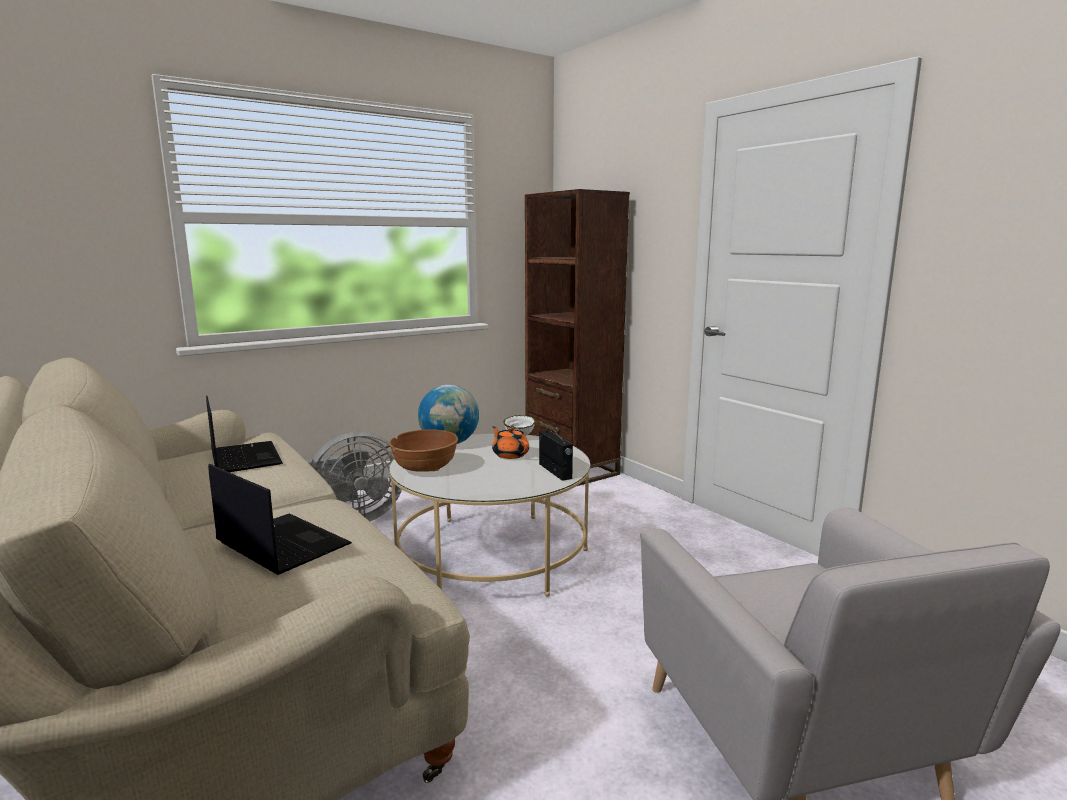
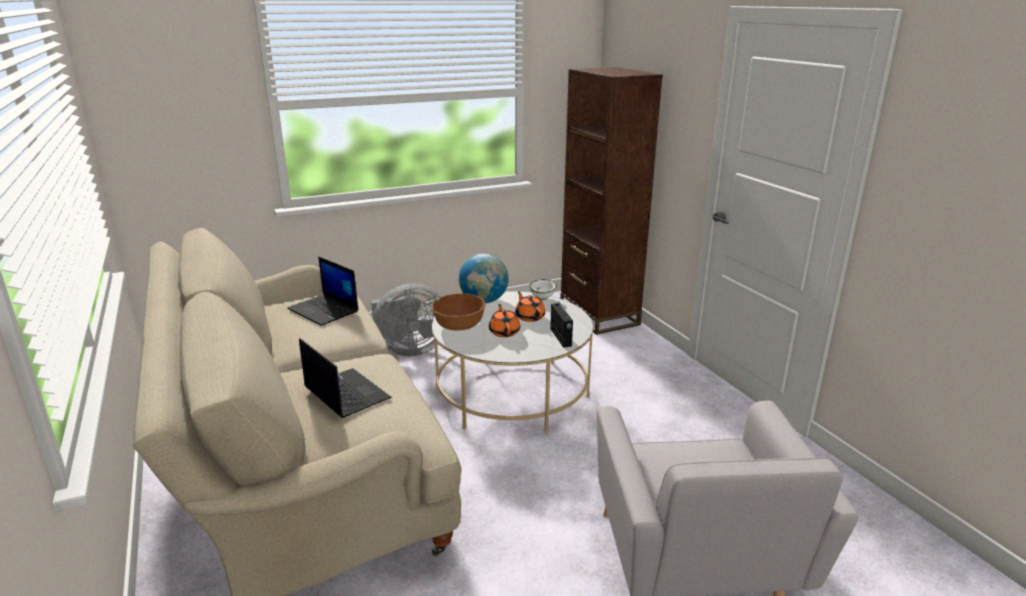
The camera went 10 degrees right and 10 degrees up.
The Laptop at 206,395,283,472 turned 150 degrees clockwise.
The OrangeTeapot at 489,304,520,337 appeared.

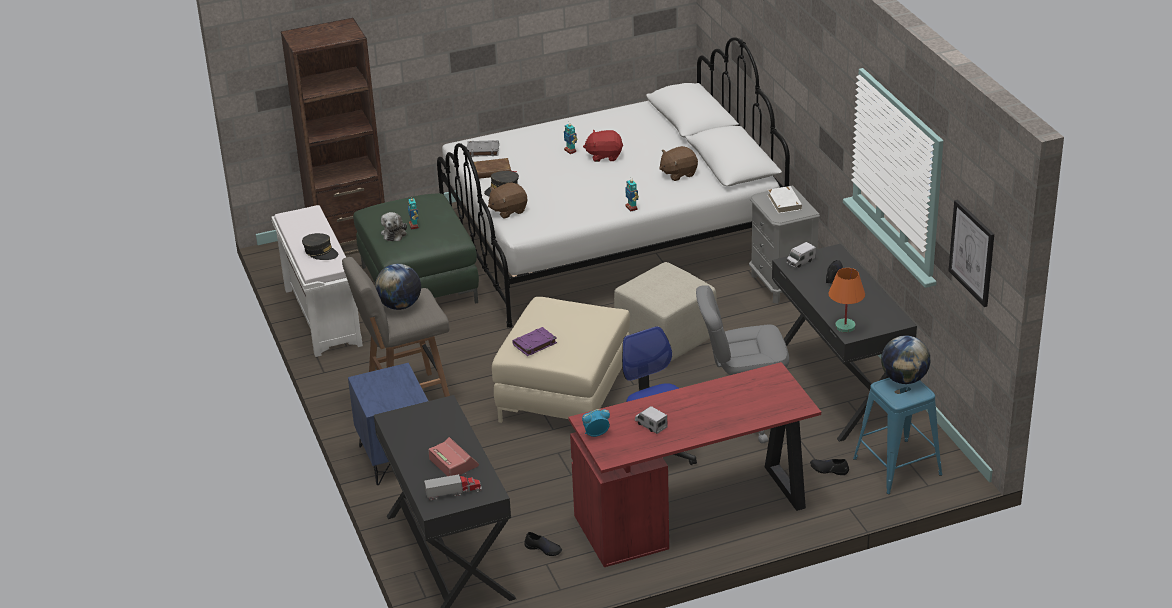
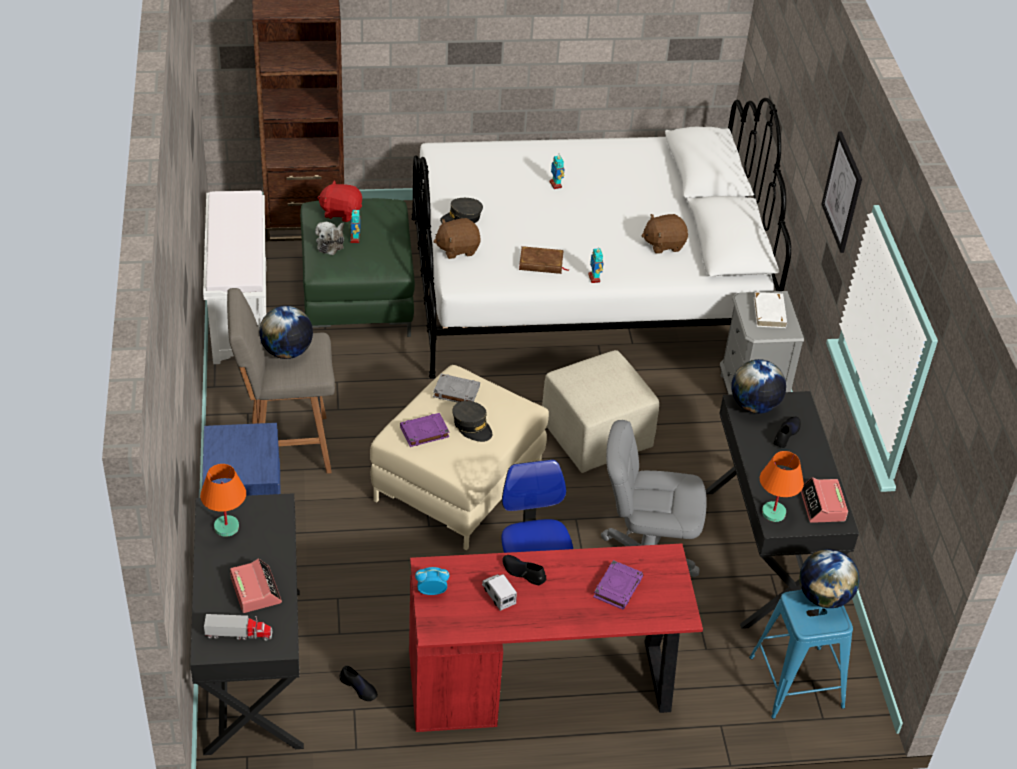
The camera went 10 degrees right and 10 degrees up.
The OrangeTableLamp at 200,464,246,537 appeared.
The RedPlushToy moved from 583,130,623,162 to 317,180,362,222.
The GreyBook moved from 467,140,499,157 to 433,374,480,403.
The GreyCap moved from 302,233,338,260 to 452,401,492,442.
The BlackShoe moved from 810,459,849,475 to 503,555,546,585.
The BrownBook moved from 474,158,517,179 to 519,246,569,274.
The PurpleBook at 593,560,643,610 appeared.
The ToyTruck at 786,242,816,268 was replaced by the Globe at 731,359,786,414.
The AlarmClock at 801,477,848,523 appeared.
The Picture moved from 948,200,994,307 to 821,131,862,253.

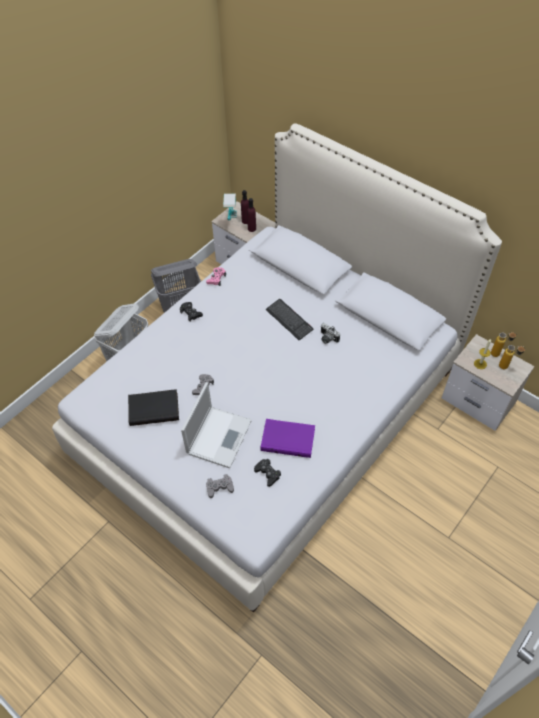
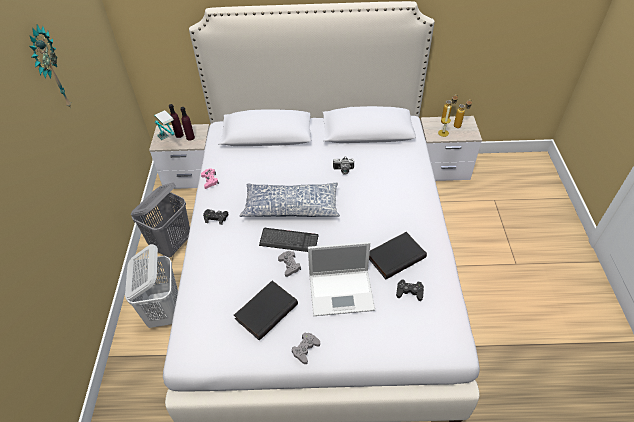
The camera went 40 degrees left and 5 degrees down.
The WallClock at 29,24,71,108 appeared.
The Pillow at 239,183,340,217 appeared.
The Keyboard moved from 266,299,313,341 to 259,228,318,252.
The GreyGameController moved from 206,474,234,498 to 292,333,320,364.
The Laptop at 181,382,252,468 turned 105 degrees clockwise.
The PurpleBook at 261,419,315,458 became the BlackBook at 369,232,427,280.

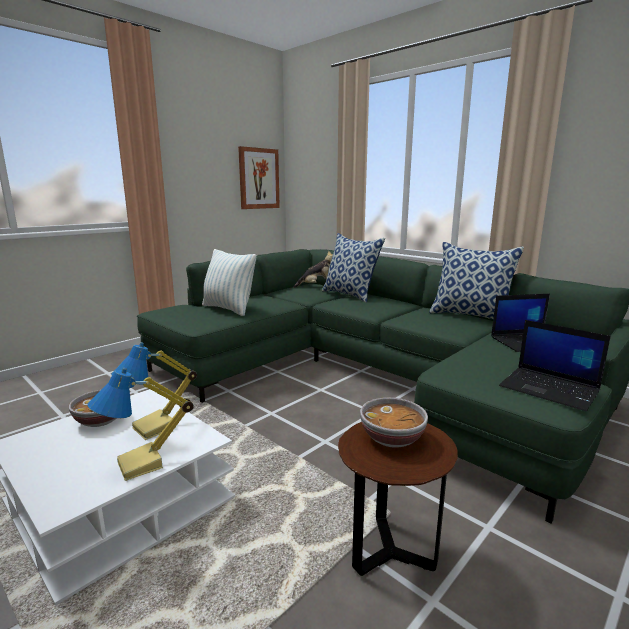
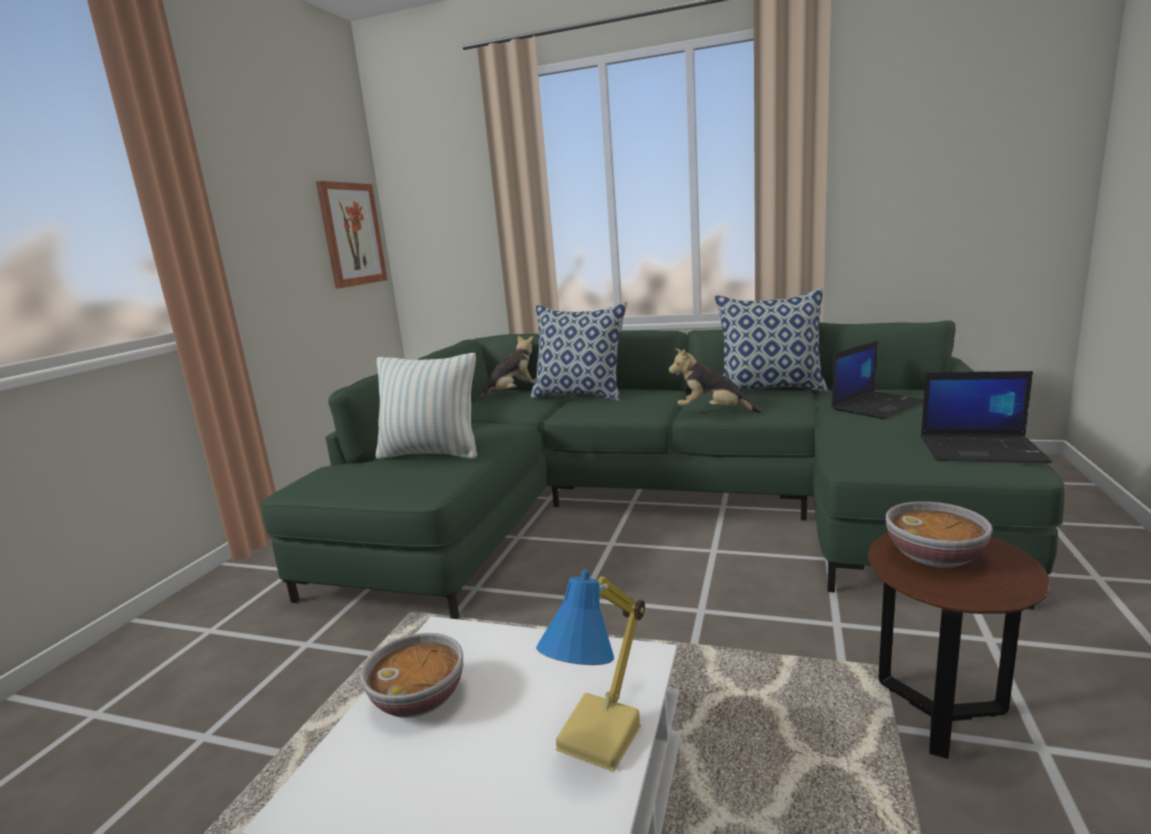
The camera went 25 degrees left and 0 degrees up.
The PlushToy at 668,348,762,413 appeared.
The TableLamp at 111,342,197,440 disappeared.

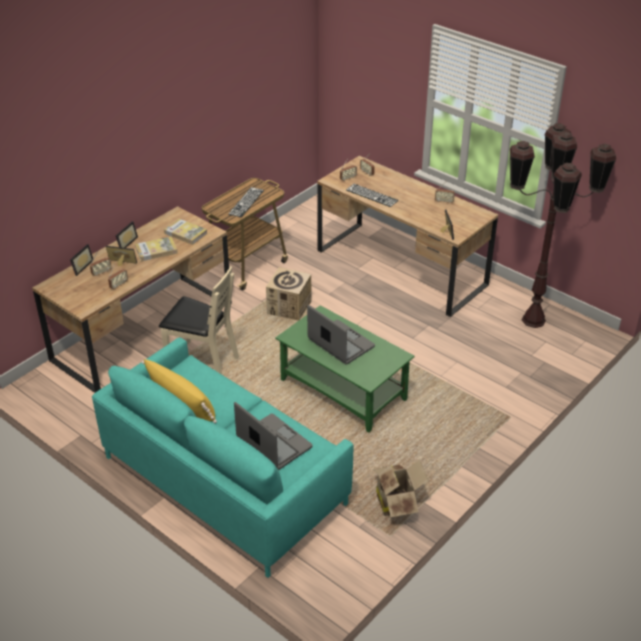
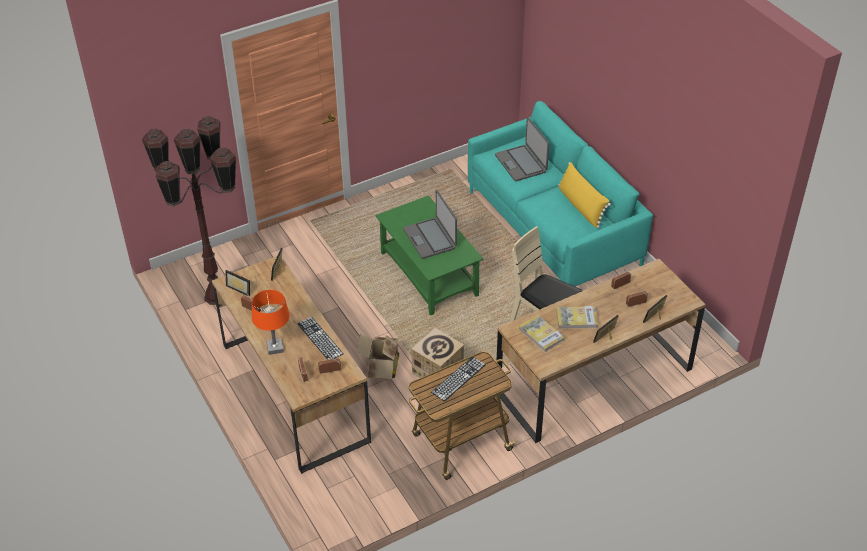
The camera went 160 degrees left and 5 degrees up.
The PictureFrame moved from 106,246,137,266 to 225,270,250,297.
The OrangeTableLamp at 252,290,290,355 appeared.
The CardboardBox moved from 373,460,429,517 to 357,333,399,379.

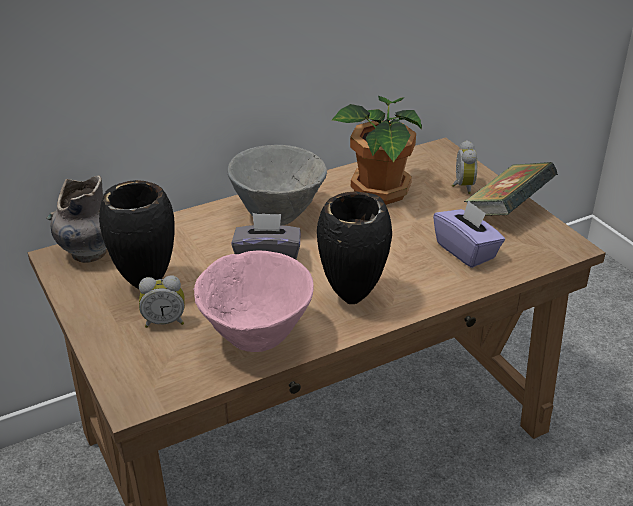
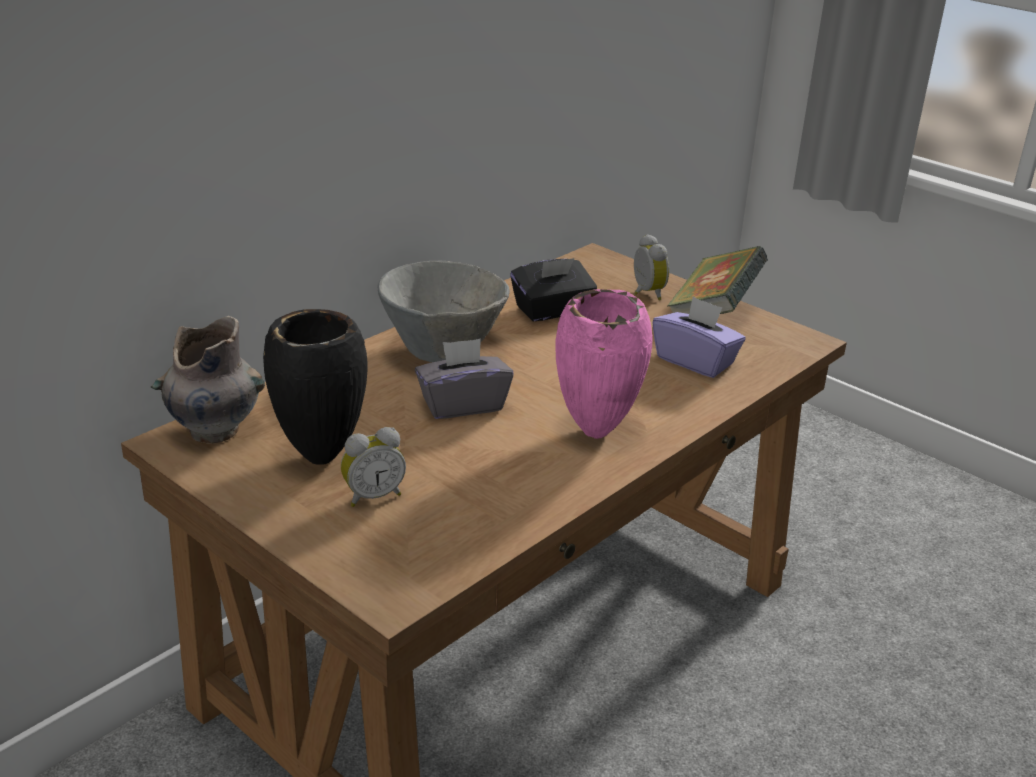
The camera went 20 degrees left and 5 degrees down.
The PottedPlant at 332,96,422,205 was replaced by the BlackTissueBox at 510,258,597,321.
The BlackVase at 317,191,392,304 became the PinkVase at 555,289,652,439.
The PinkBowl at 193,250,314,352 disappeared.

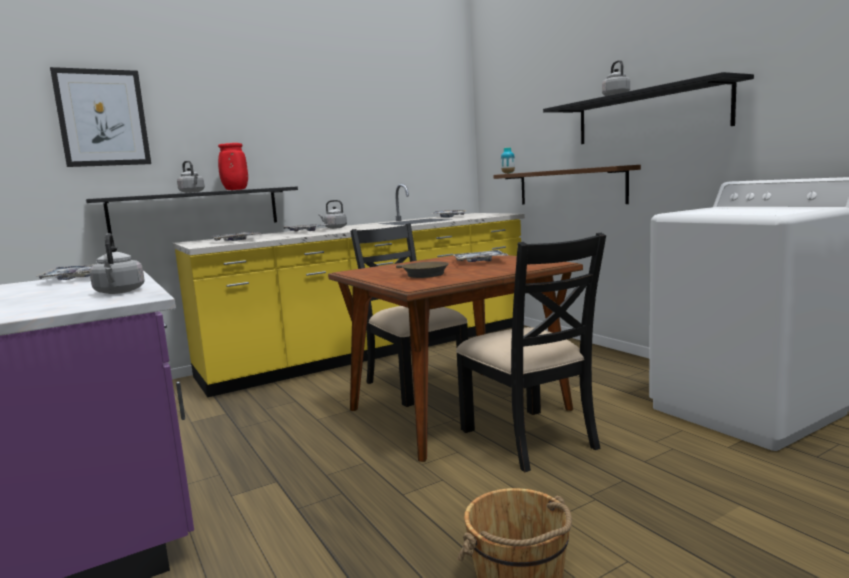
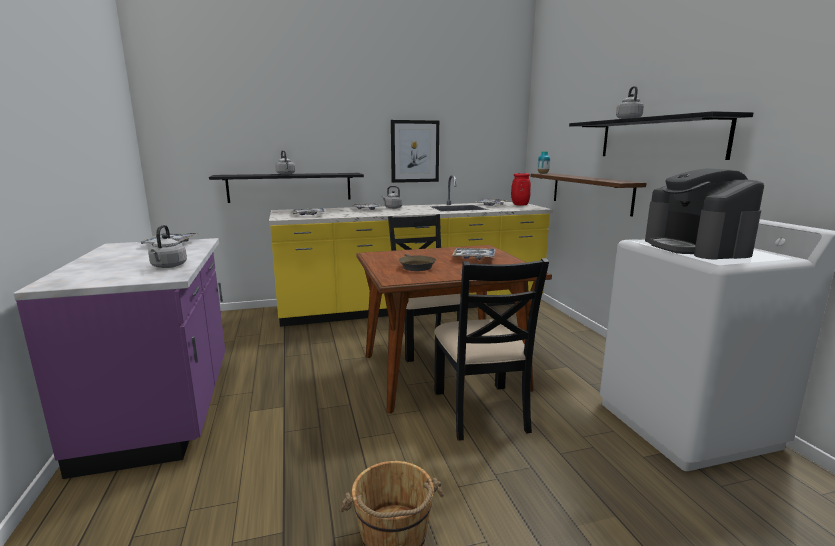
The camera went 15 degrees right and 5 degrees up.
The Picture moved from 50,67,151,167 to 391,120,439,183.
The RedVase moved from 218,143,248,190 to 511,173,531,205.
The CoffeeMachine at 645,168,764,259 appeared.

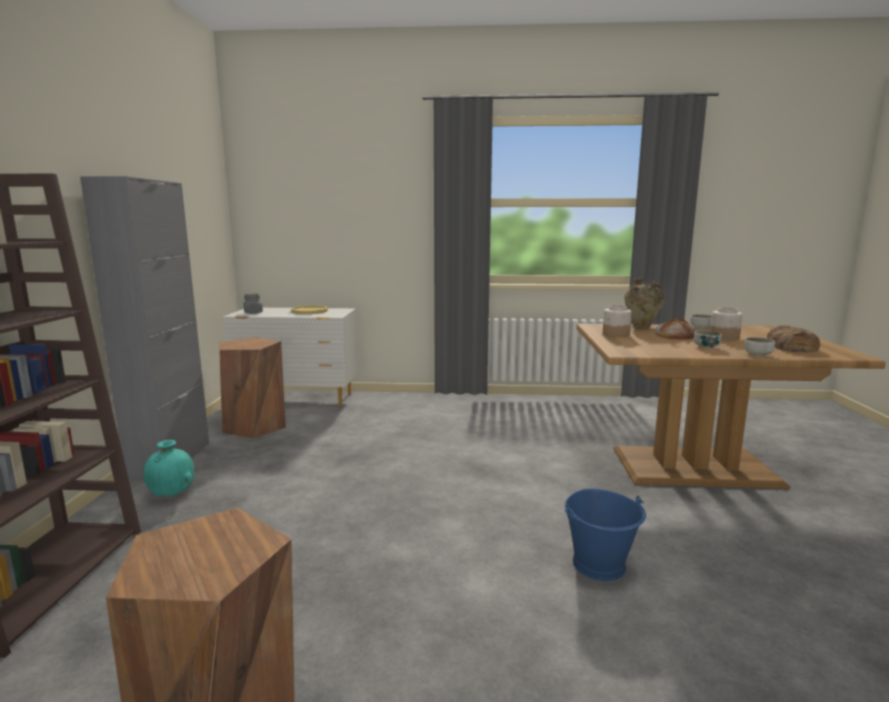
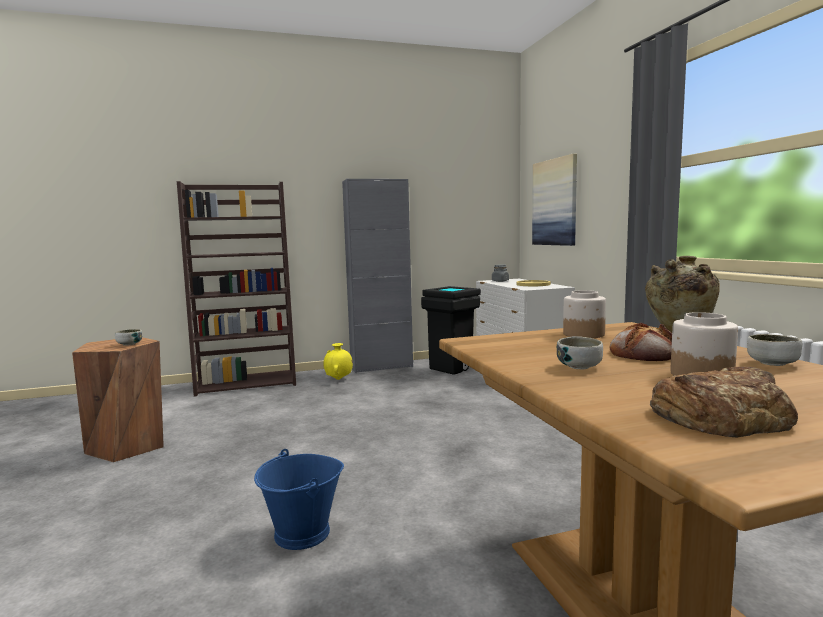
The camera went 70 degrees right and 5 degrees down.
The Bowl moved from 744,337,775,356 to 115,329,142,346.
The TurquoiseVase at 143,440,194,497 became the YellowVase at 323,343,353,380.
The BrownStool at 219,337,286,439 was replaced by the BlackTrashCan at 421,286,481,375.
The Picture at 532,154,577,246 appeared.

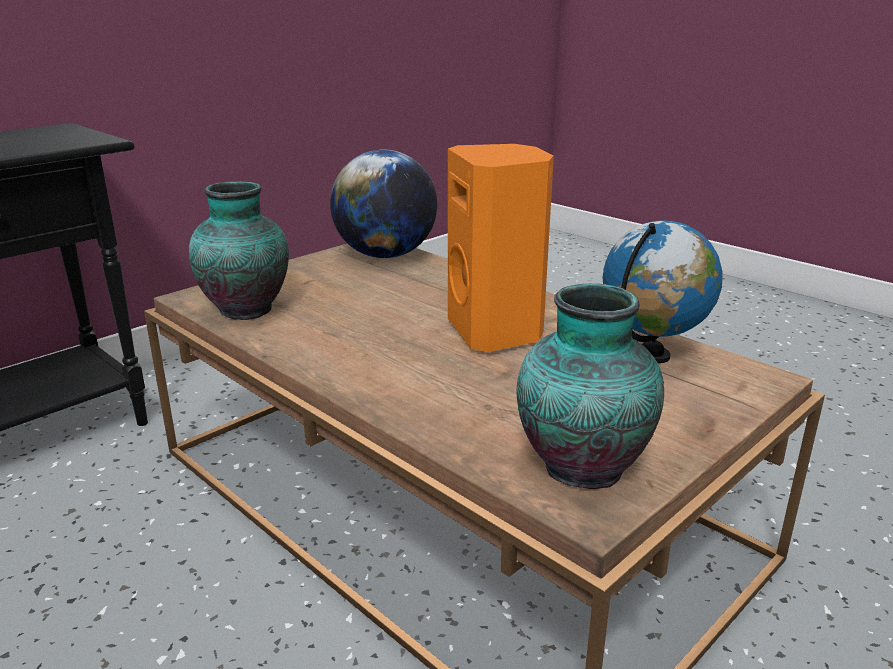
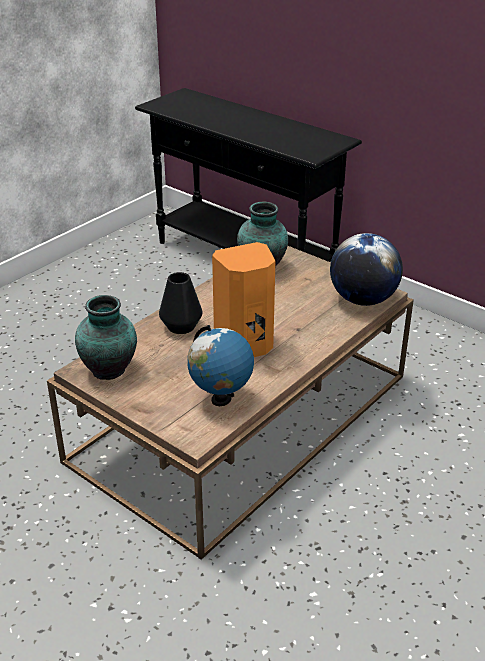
The camera went 85 degrees right and 10 degrees up.
The BlackVase at 159,272,202,334 appeared.

